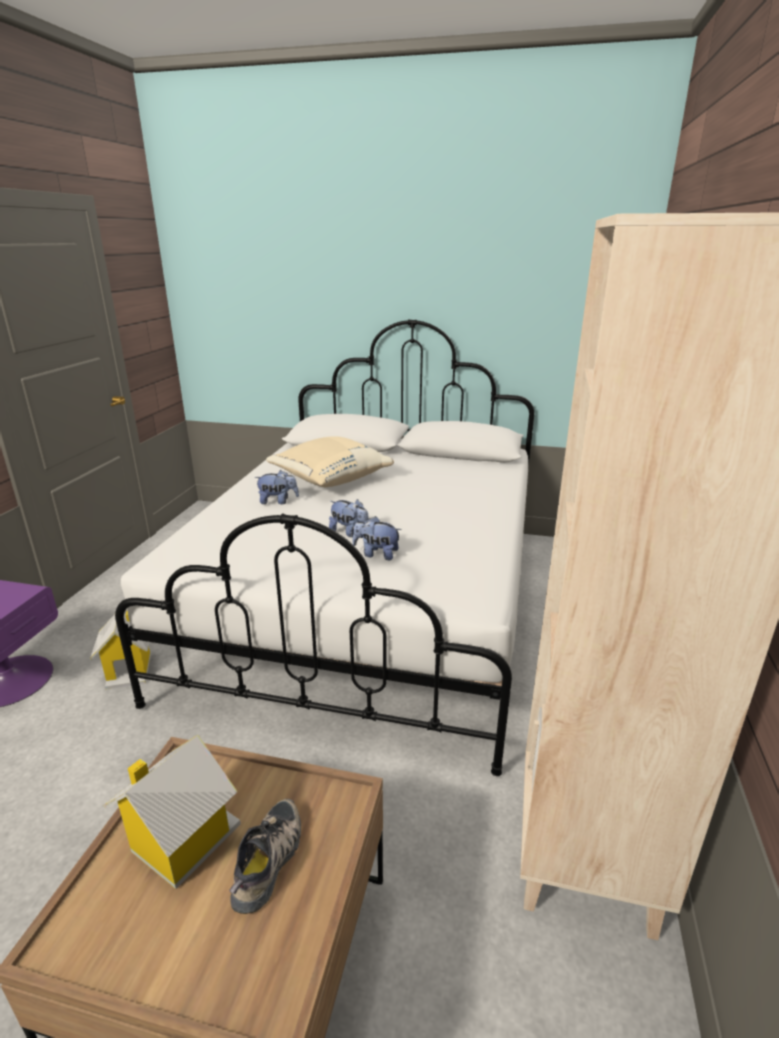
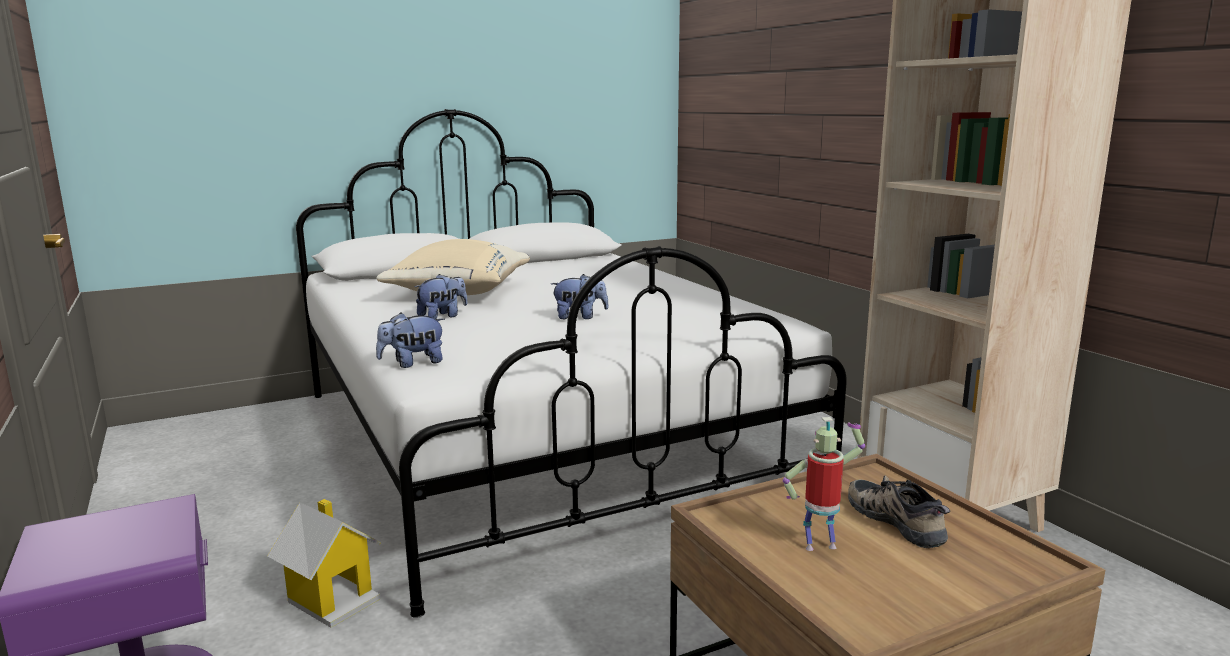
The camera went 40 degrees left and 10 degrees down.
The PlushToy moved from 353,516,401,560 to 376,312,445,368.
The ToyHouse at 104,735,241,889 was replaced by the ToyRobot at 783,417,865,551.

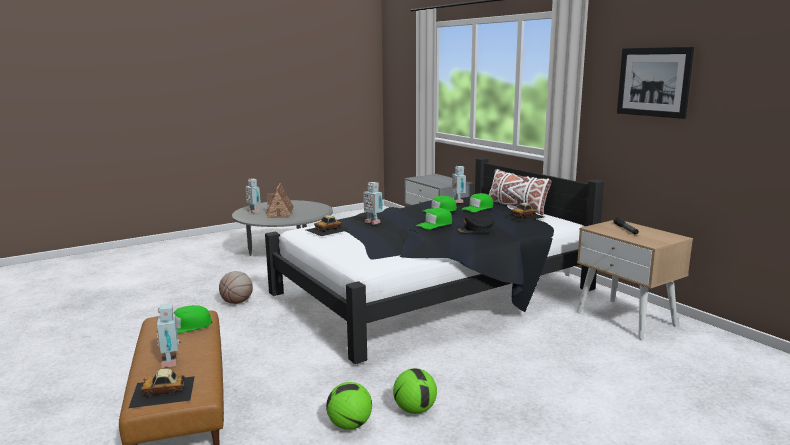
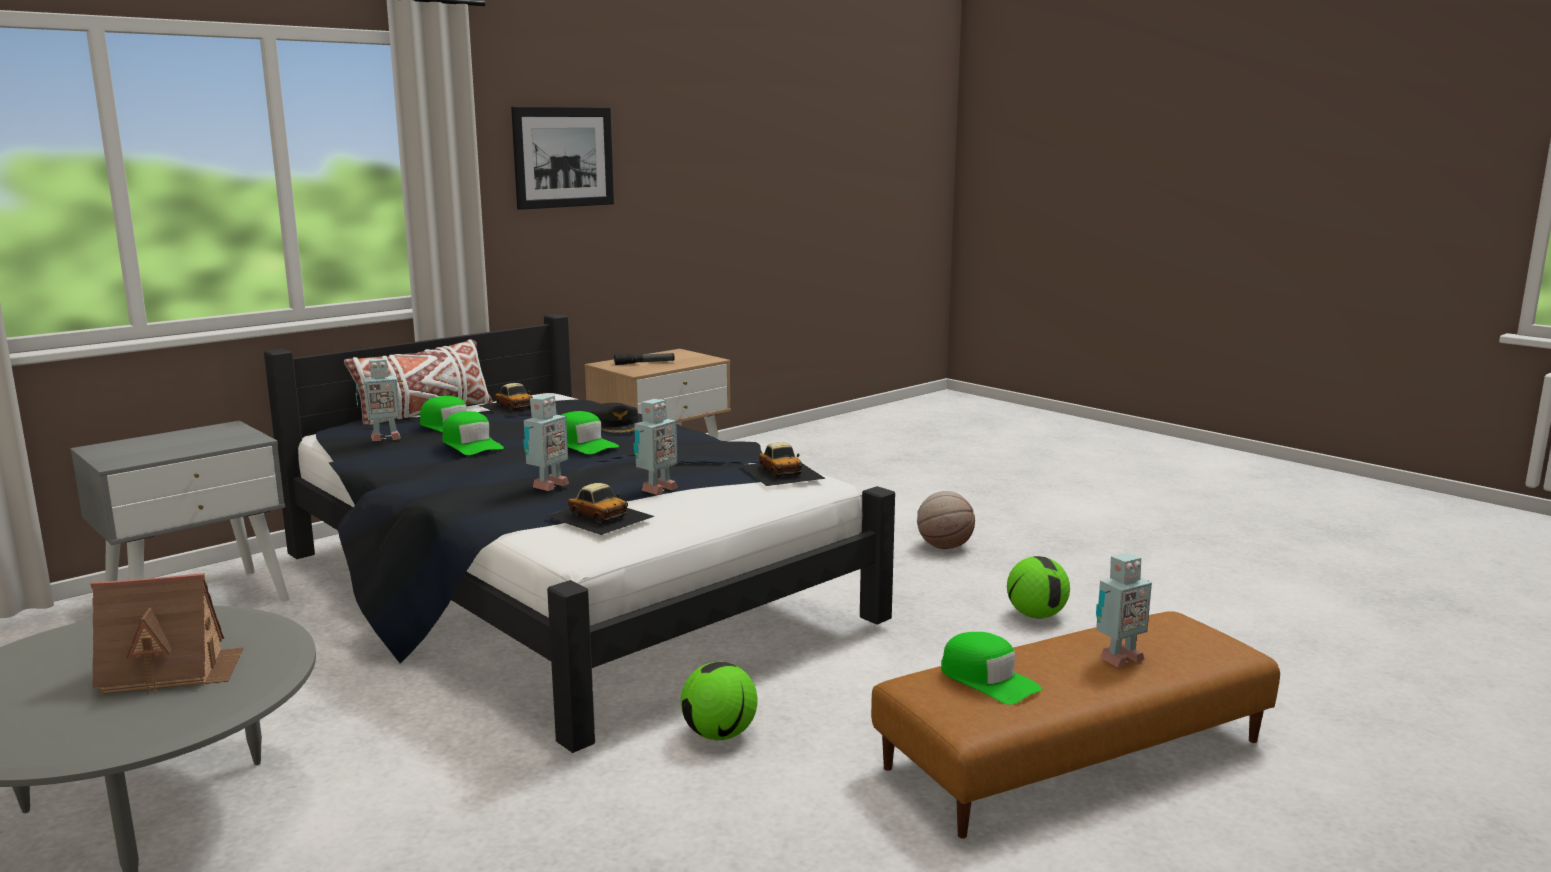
The camera went 100 degrees left and 0 degrees up.
The ToyRobot moved from 245,179,261,213 to 634,399,678,495.
The Football moved from 393,368,437,414 to 681,662,757,740.
The ToyCar moved from 129,368,195,408 to 739,442,826,486.
The Basketball moved from 219,271,253,304 to 917,491,975,549.

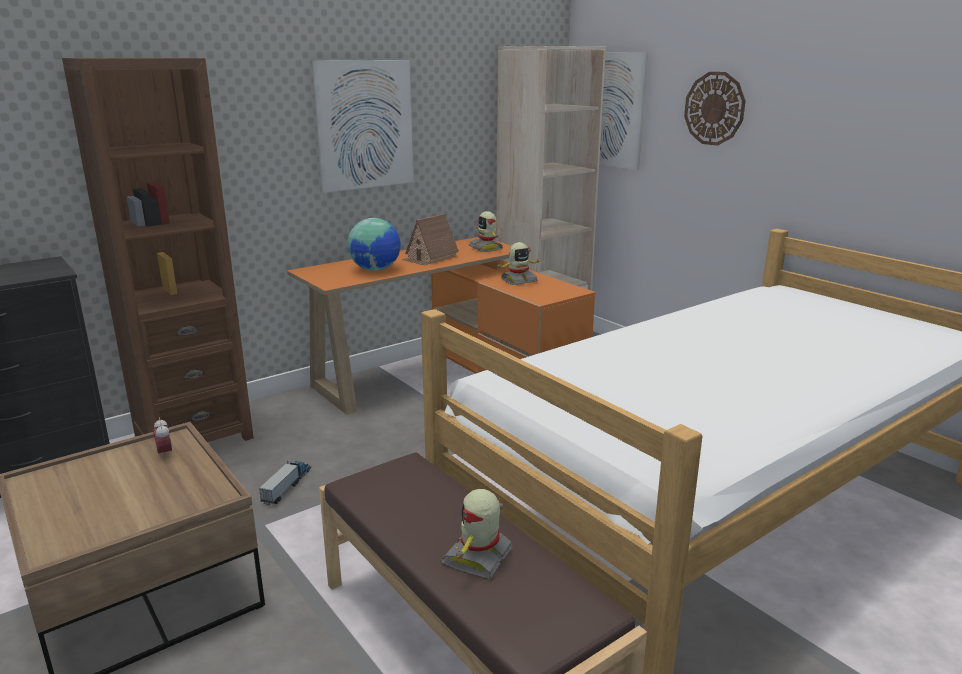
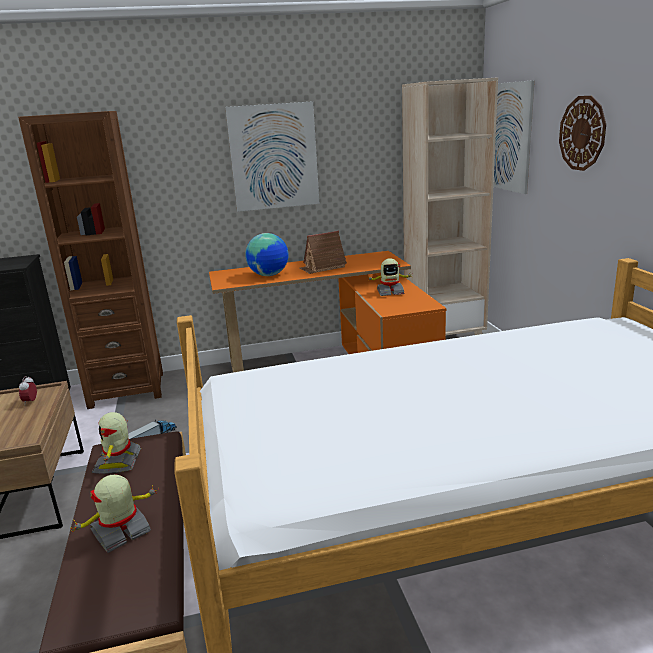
The camera went 25 degrees right and 0 degrees up.
The ToyRobot moved from 469,211,503,252 to 92,412,141,474.

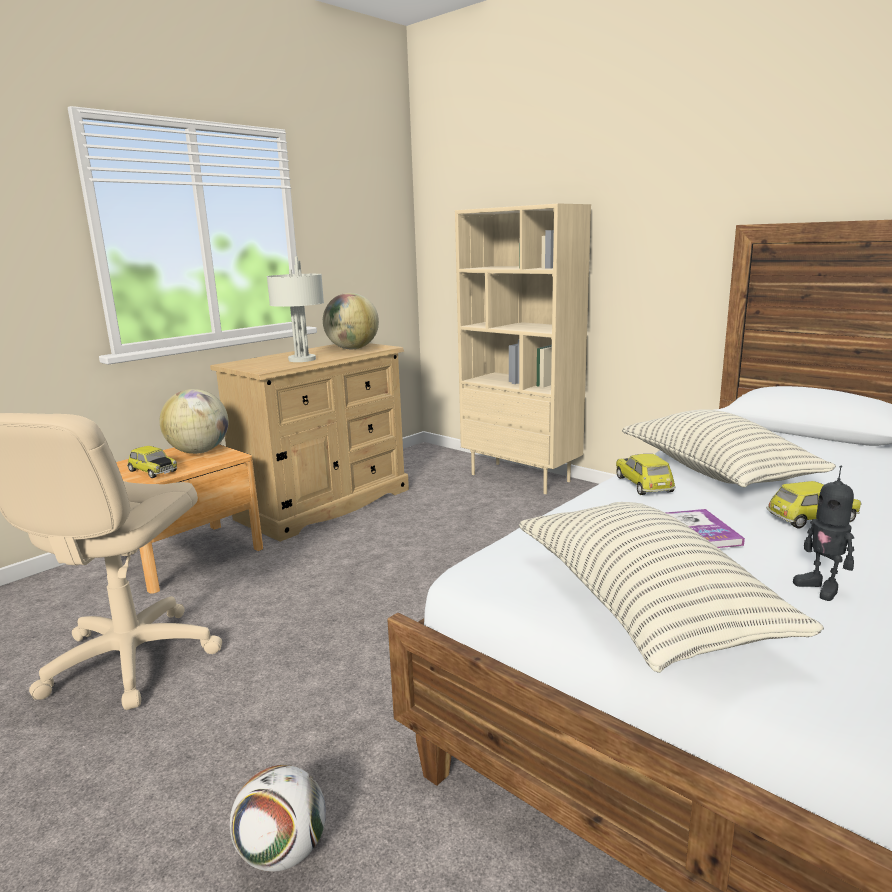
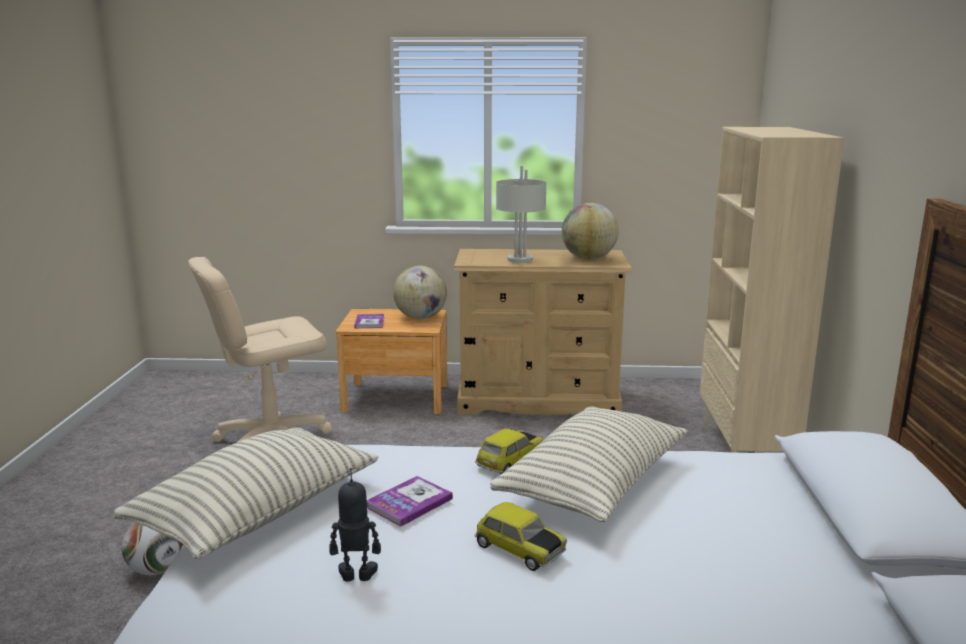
The camera went 50 degrees right and 0 degrees up.
The ToyRobot at 793,466,854,601 turned 60 degrees clockwise.
The ToyCar at 127,446,177,478 was replaced by the Book at 354,314,384,328.

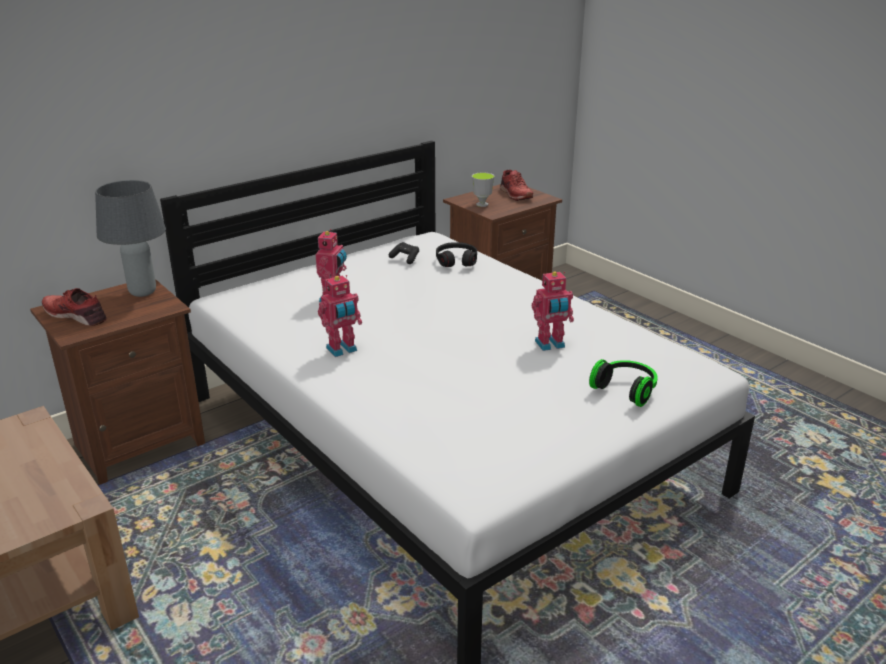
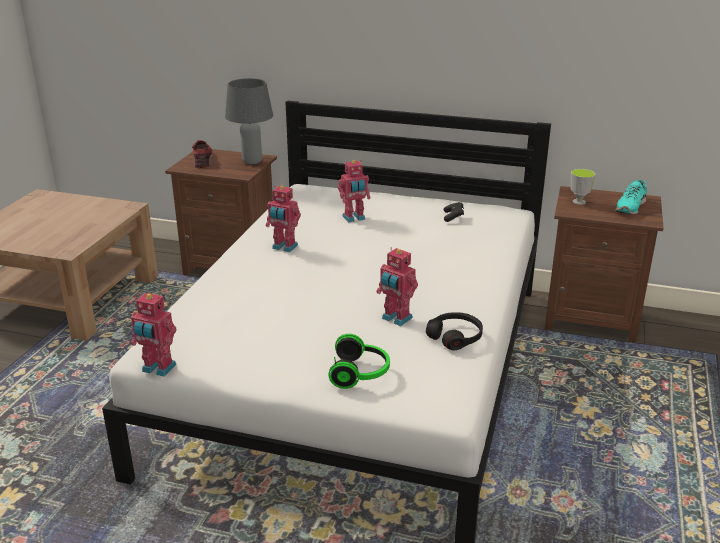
The camera went 55 degrees right and 0 degrees up.
The ToyRobot at 131,293,176,377 appeared.
The BlackHeadphones moved from 436,242,477,267 to 426,312,483,350.
The RedShoe at 500,170,533,201 became the TurquoiseShoe at 615,180,647,215.

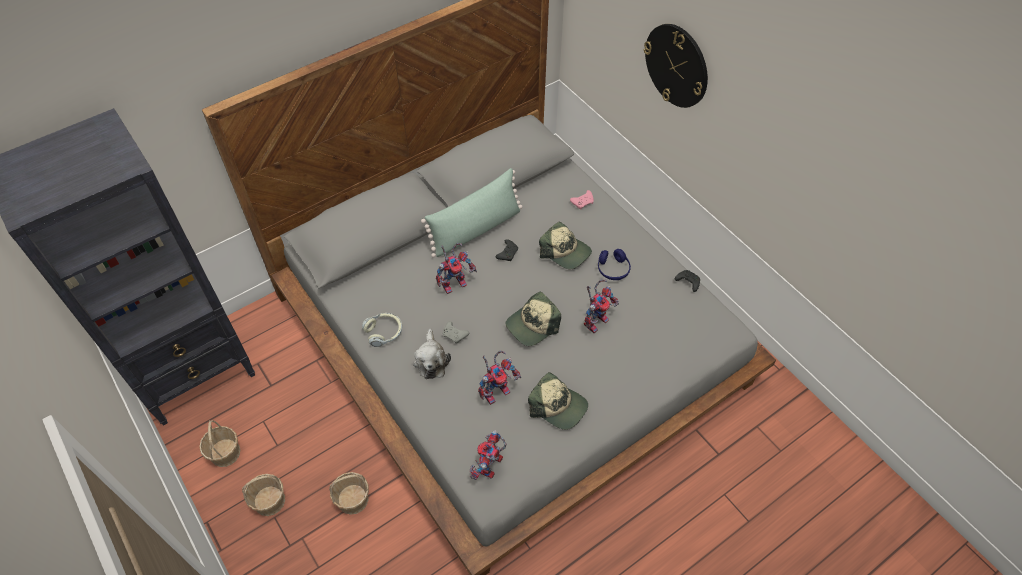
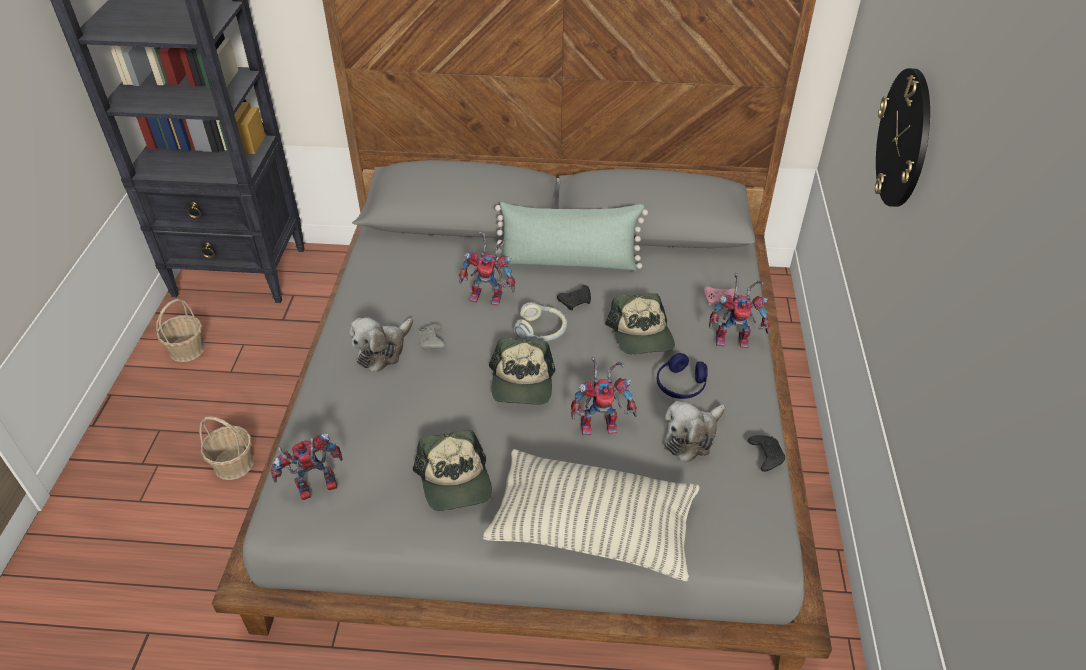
The camera went 40 degrees right and 10 degrees down.
The Pillow at 482,449,700,581 appeared.
The Cap at 506,291,561,346 turned 90 degrees counterclockwise.
The Headphones moved from 362,313,402,347 to 514,302,567,341.
The PlushToy at 664,401,726,463 appeared.
The ToyRobot moved from 478,350,521,405 to 709,273,770,348.
The Basket at 242,474,285,516 disappeared.

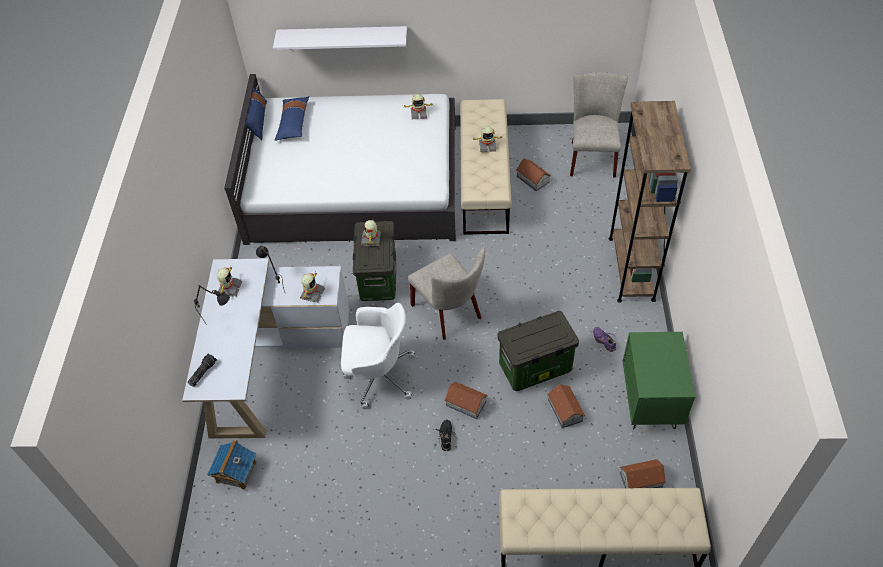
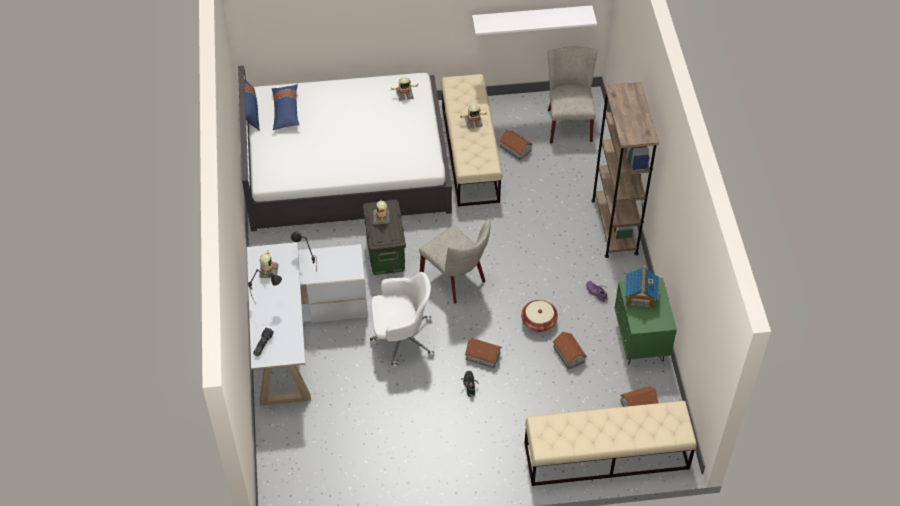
The camera went 10 degrees left and 0 degrees up.
The WhiteShelf moved from 273,26,407,50 to 472,5,597,35.
The StorageBox at 497,311,579,391 was replaced by the Basket at 521,300,558,332.
The ToyHouse moved from 207,439,257,490 to 625,265,660,309.
The ToyRobot at 300,273,325,302 disappeared.

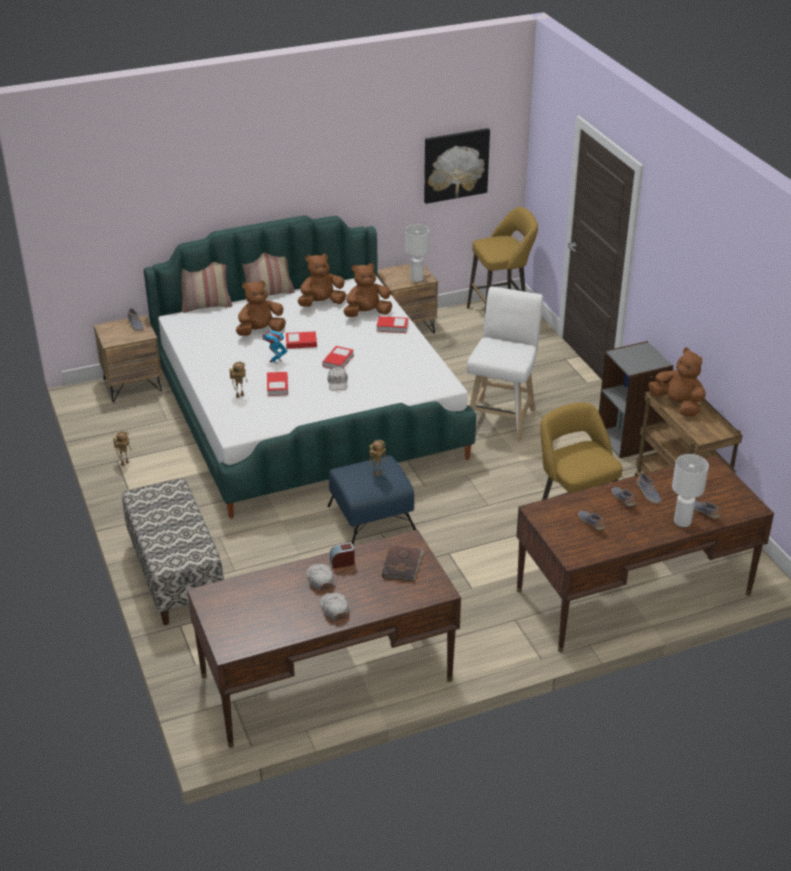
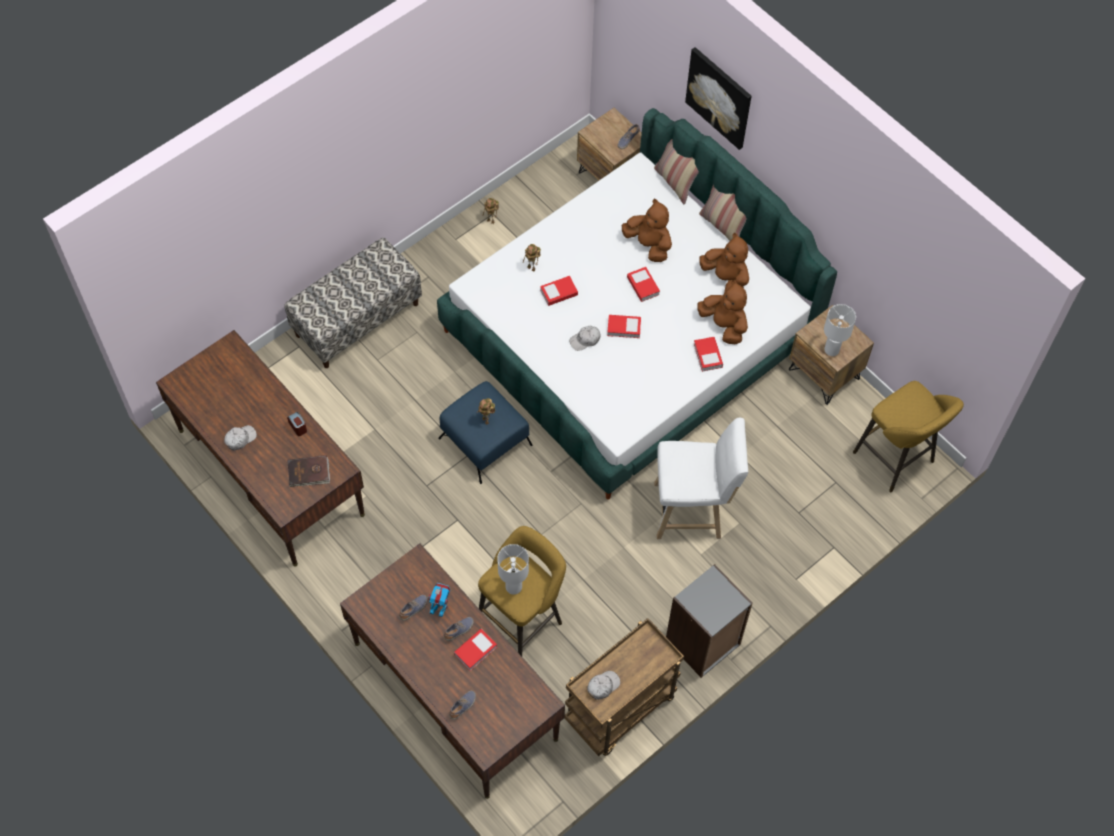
The camera went 70 degrees right and 25 degrees up.
The ToyRobot moved from 263,330,288,364 to 428,583,450,617.
The Shoe at 636,473,662,504 was replaced by the Book at 454,629,497,671.
The WhiteTableLamp moved from 672,454,709,527 to 497,544,529,595.
The WhiteCap moved from 306,564,334,590 to 587,671,620,700.
The Picture moved from 424,128,490,204 to 685,47,751,150.
The BrownPlushToy at 649,348,706,416 disappeared.

